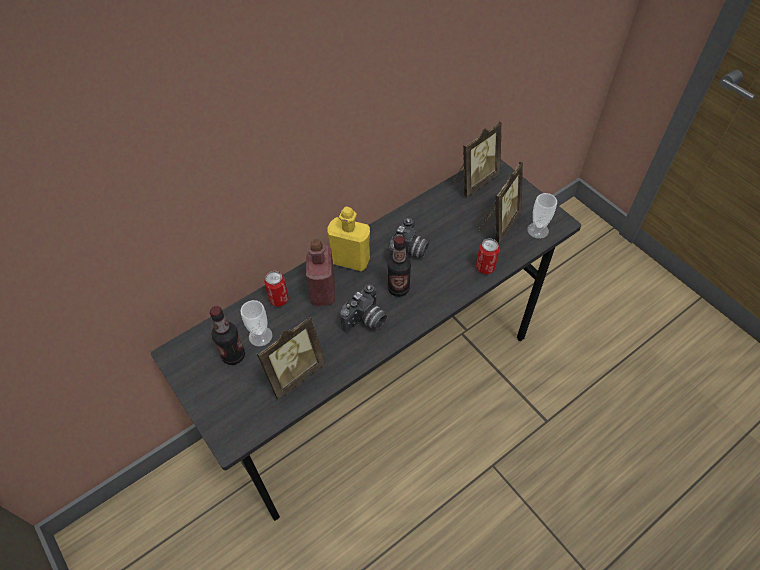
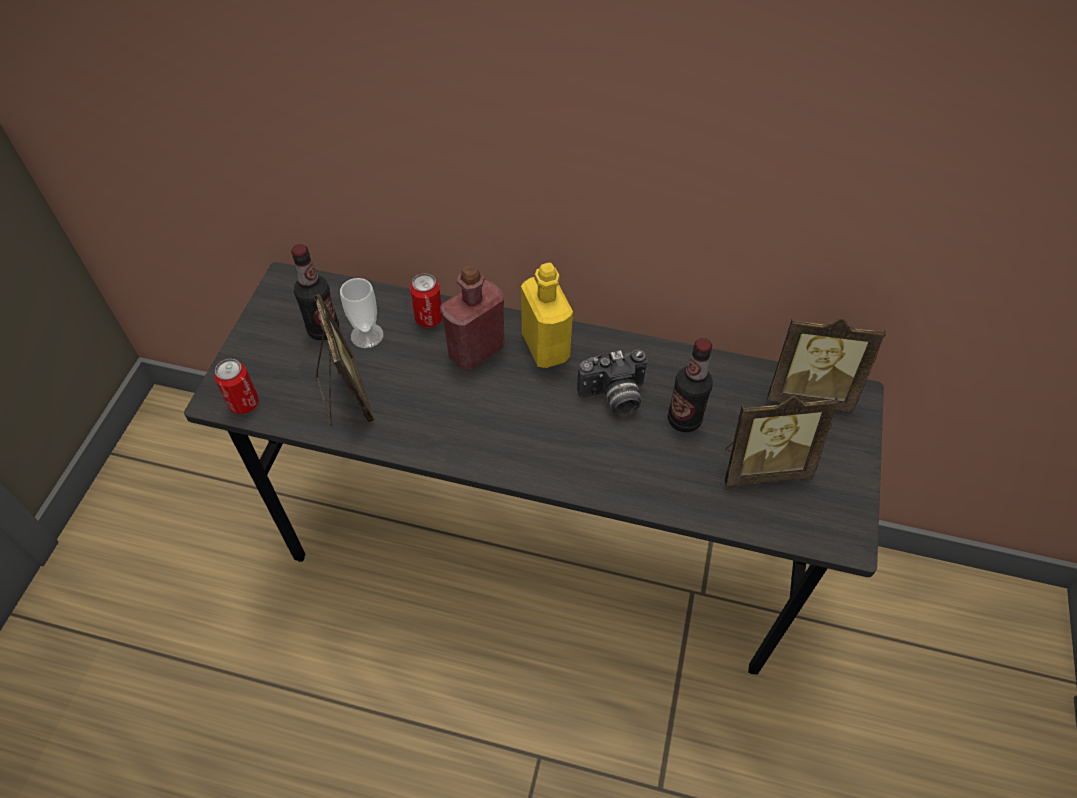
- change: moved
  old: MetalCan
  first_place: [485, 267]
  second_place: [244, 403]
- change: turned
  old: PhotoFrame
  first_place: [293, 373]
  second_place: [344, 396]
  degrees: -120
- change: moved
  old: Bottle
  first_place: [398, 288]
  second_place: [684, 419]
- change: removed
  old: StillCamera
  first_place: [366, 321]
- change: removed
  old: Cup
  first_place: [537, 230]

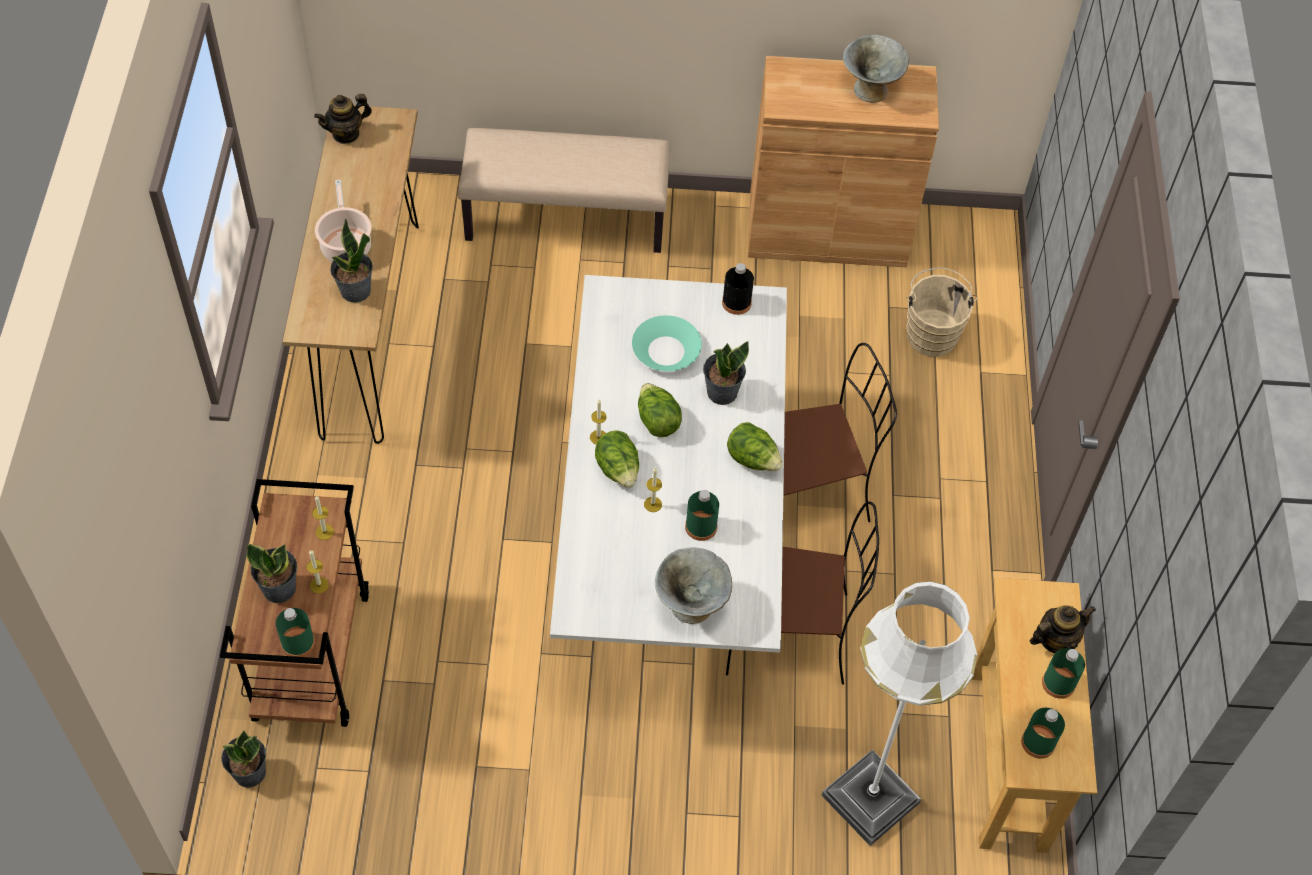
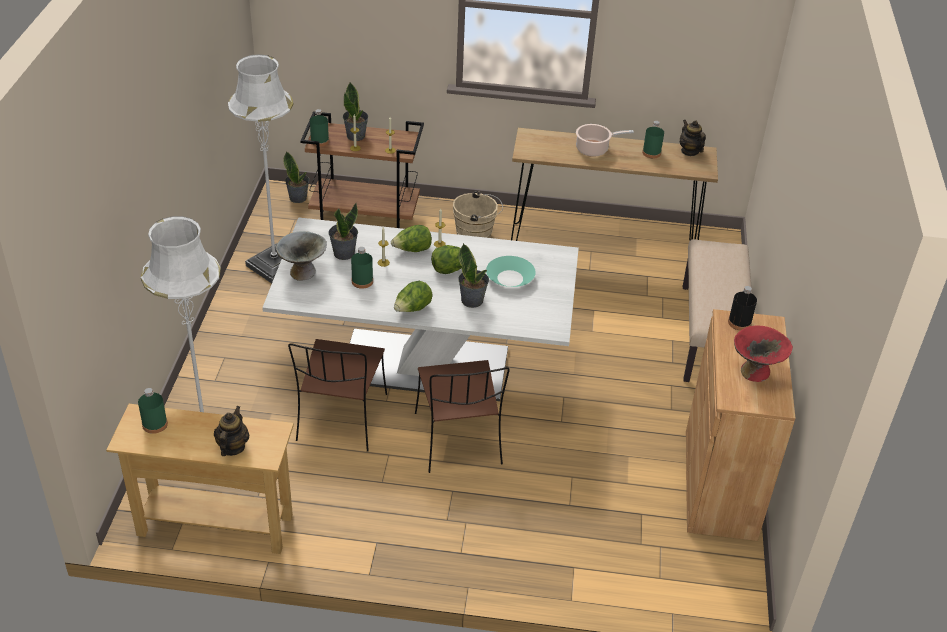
- change: turned
  old: TeaPot
  first_place: [1055, 640]
  second_place: [232, 447]
  degrees: -150
- change: added
  new: WhiteStandardLamp
  second_place: [275, 265]
- change: moved
  old: Houseplant
  first_place: [355, 291]
  second_place: [343, 253]
- change: moved
  old: BeigeBucket
  first_place: [931, 333]
  second_place: [476, 236]
- change: moved
  old: GreenishBottle
  first_place: [1058, 683]
  second_place: [651, 153]
- change: moved
  old: BlackishBottle
  first_place: [736, 303]
  second_place: [739, 322]
- change: recoloured
  old: GreyishDeepDish
  new: ReddishDeepDish
  first_place: [870, 90]
  second_place: [755, 372]

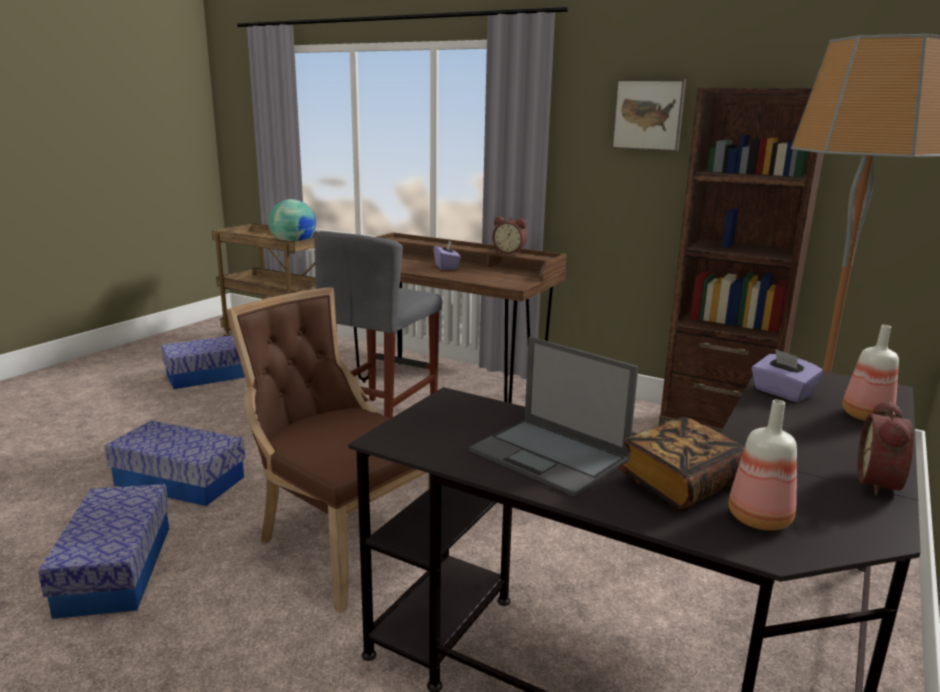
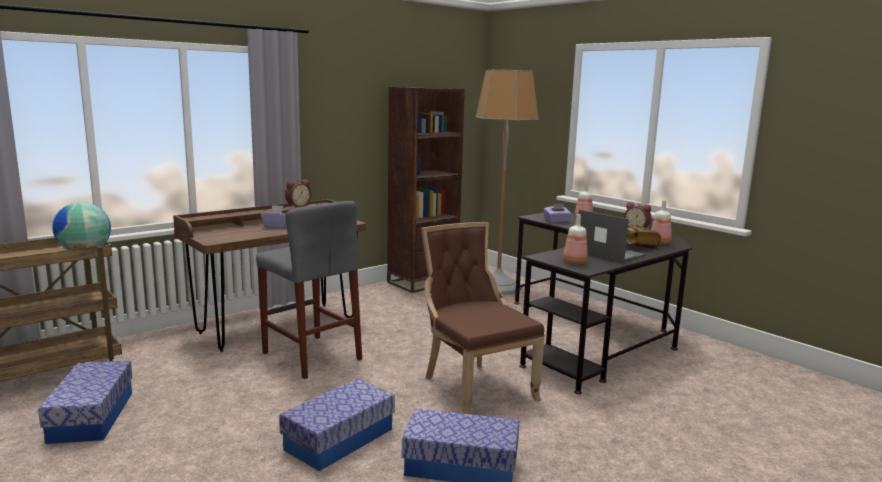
- change: turned
  old: BrownUprightChair
  first_place: [341, 544]
  second_place: [474, 388]
  degrees: 90
- change: added
  new: Bottle
  second_place: [574, 262]
- change: turned
  old: NotebookComputer
  first_place: [550, 456]
  second_place: [609, 253]
  degrees: -105
- change: removed
  old: WallArt
  first_place: [648, 115]

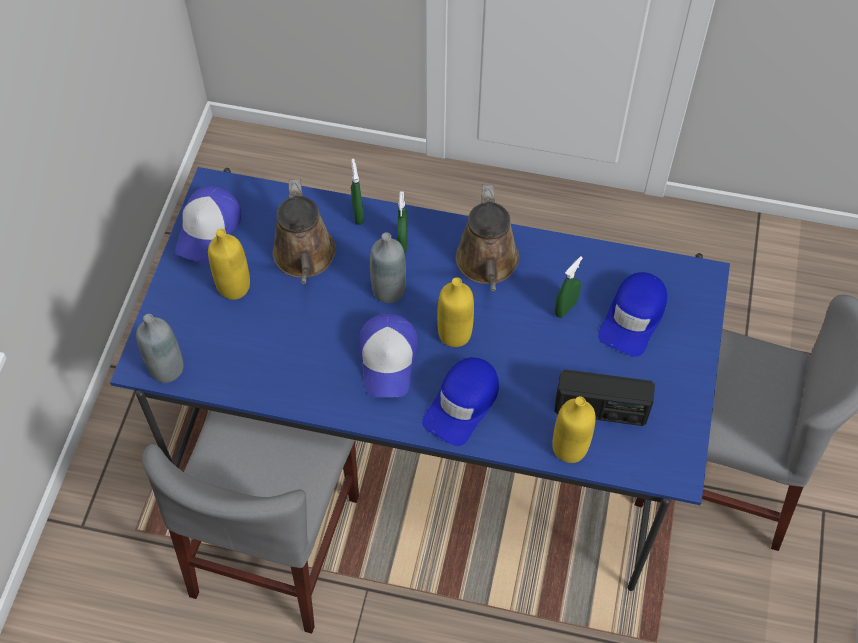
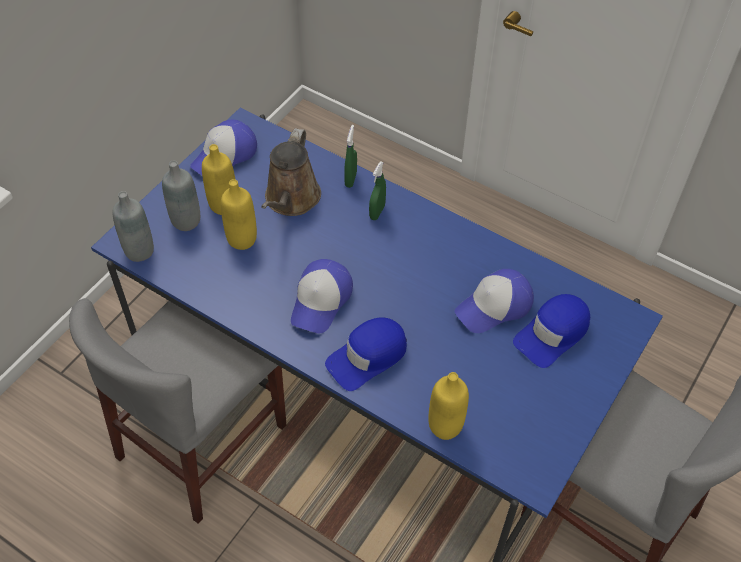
- change: moved
  old: GreyishBottle
  first_place: [389, 290]
  second_place: [186, 221]
- change: moved
  old: YellowBottle
  first_place: [454, 334]
  second_place: [242, 239]
- change: replaced
  old: GreenishSprayer
  new: PeakedCap
  first_place: [565, 308]
  second_place: [494, 307]
- change: removed
  old: BrownWateringCan
  first_place: [487, 264]
- change: removed
  old: RadioReceiver
  first_place: [600, 410]

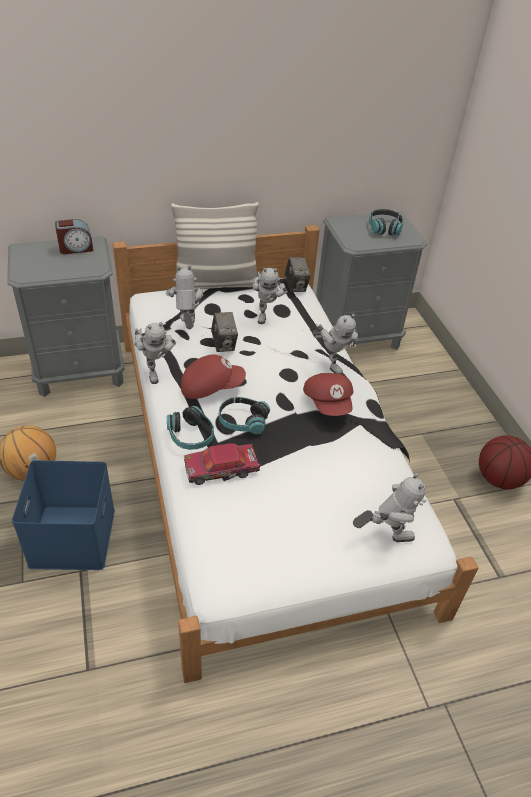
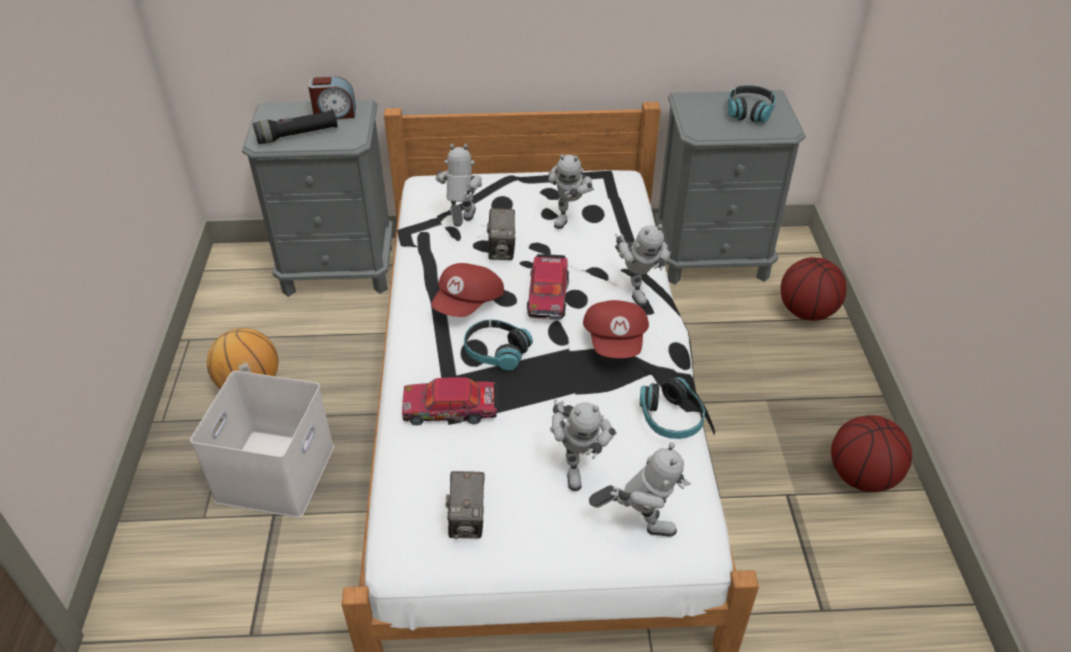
- change: recoloured
  old: BlueColouredStorageBin
  new: WhiteStorageBin
  first_place: [71, 536]
  second_place: [274, 471]
- change: added
  new: BlackishHandTorch
  second_place: [297, 135]
- change: turned
  old: ReddishPeakedCap
  first_place: [211, 387]
  second_place: [469, 304]
  degrees: 120
- change: moved
  old: StillCamera
  first_place: [296, 286]
  second_place: [467, 521]
- change: added
  new: MiniatureCar
  second_place: [548, 294]
- change: moved
  old: RobotFigure
  first_place: [155, 371]
  second_place: [577, 464]
- change: moved
  old: Headphones
  first_place: [190, 435]
  second_place: [670, 418]
- change: added
  new: BasketballBall
  second_place: [806, 311]
- change: removed
  old: Cushion
  first_place: [216, 285]

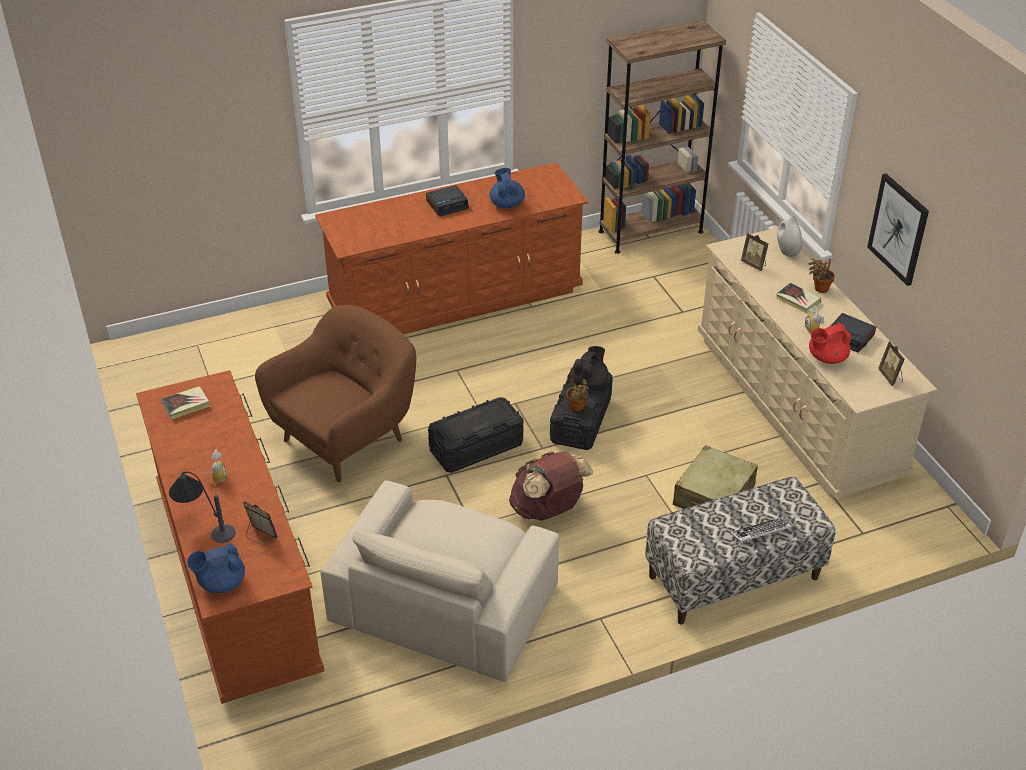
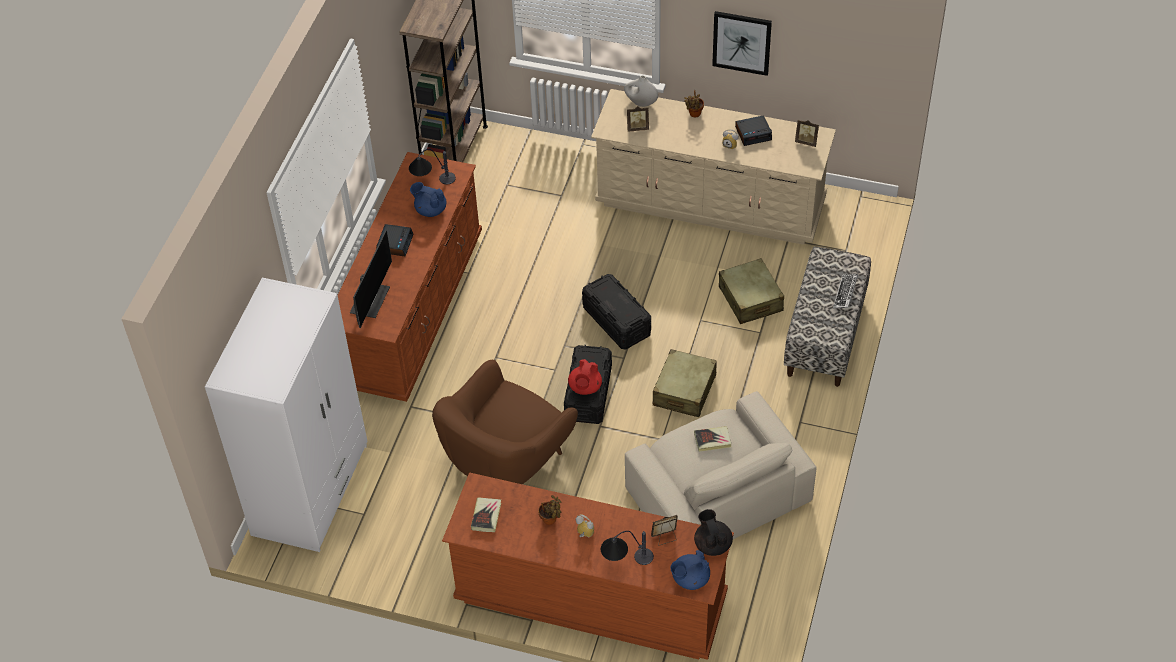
- change: added
  new: WhiteClothesCupboard
  second_place: [311, 490]
- change: added
  new: ComputerDisplay
  second_place: [370, 300]
- change: added
  new: LampForATable
  second_place: [432, 184]
- change: turned
  old: BrownLoungeChair
  first_place: [346, 438]
  second_place: [507, 462]
  degrees: -135
- change: moved
  old: Houseplant
  first_place: [577, 408]
  second_place: [551, 520]
- change: moved
  old: ReddishTeaPot
  first_place: [826, 358]
  second_place: [585, 387]
- change: replaced
  old: BrownKnapsack
  new: BeigeTravelCase
  first_place: [548, 509]
  second_place: [684, 391]
- change: turned
  old: BlueColouredTeaPot
  first_place: [221, 583]
  second_place: [690, 579]
  degrees: 45
- change: moved
  old: Book
  first_place: [797, 301]
  second_place: [712, 440]
- change: moved
  old: BlackishTeaPot
  first_place: [589, 382]
  second_place: [712, 544]

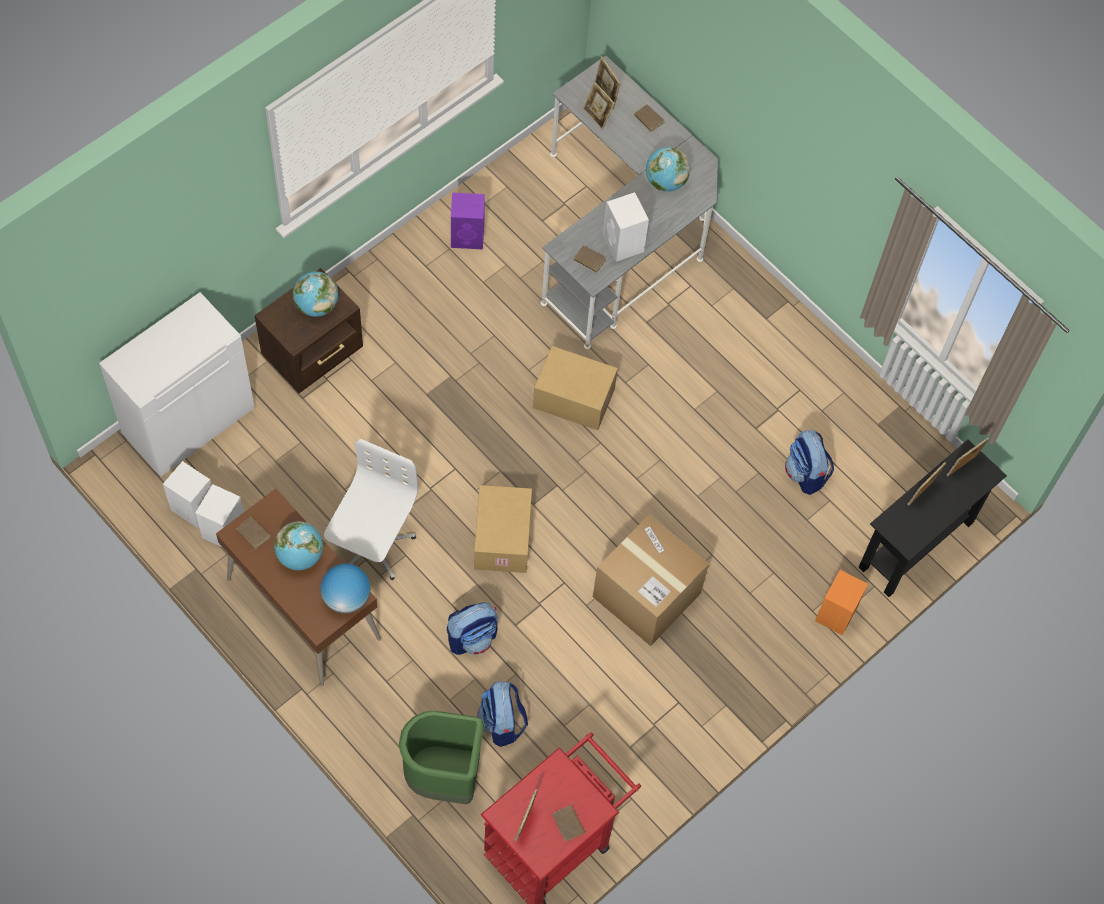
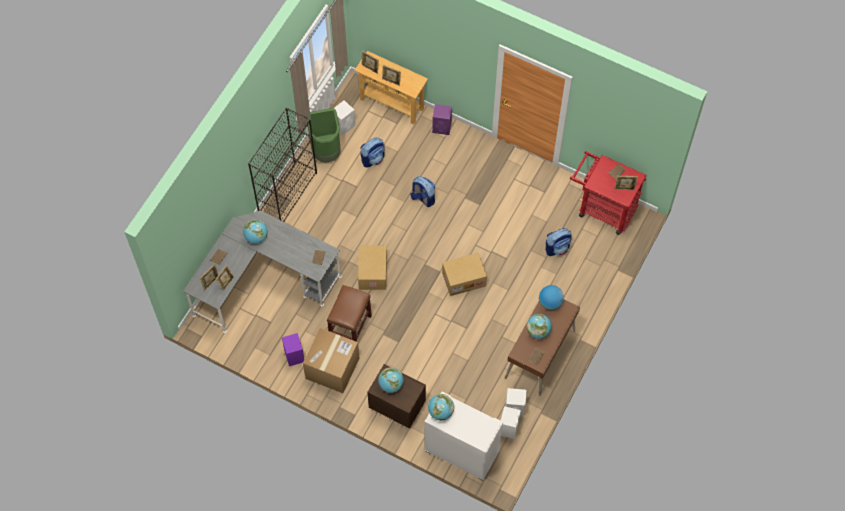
- change: added
  new: BlackishBookcase
  second_place: [288, 194]
- change: moved
  old: PackingBox
  first_place: [646, 595]
  second_place: [332, 368]
- change: moved
  old: GreenishTrashCan
  first_place: [443, 778]
  second_place: [326, 151]
- change: added
  new: BrownStoolSeat
  second_place: [350, 328]
- change: moved
  old: WhiteAudioSpeaker
  first_place: [623, 244]
  second_place: [344, 125]
- change: recoloured
  old: BlackishNarrowTable
  new: BeigeNarrowTable
  first_place: [916, 545]
  second_place: [392, 104]
- change: moved
  old: Knapsack
  first_place: [472, 637]
  second_place: [423, 198]
- change: added
  new: WorldGlobe
  second_place: [440, 412]
- change: recoloured
  old: OrangeAudioSpeaker
  new: PurplishAudioSpeaker
  first_place: [835, 615]
  second_place: [442, 127]
- change: removed
  old: WhiteDeskChair
  first_place: [372, 545]

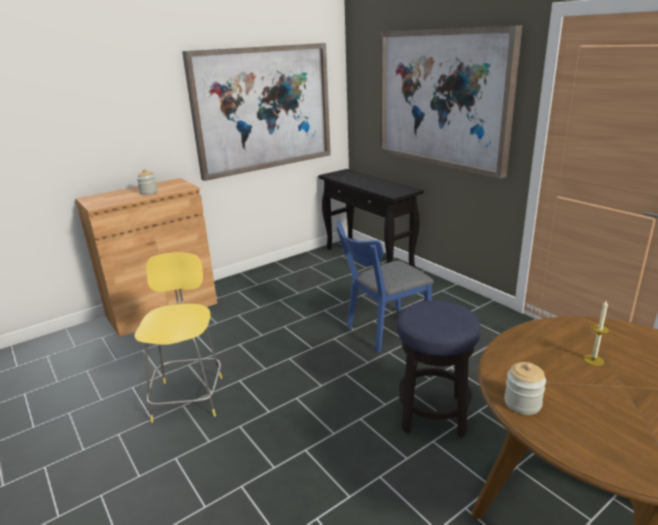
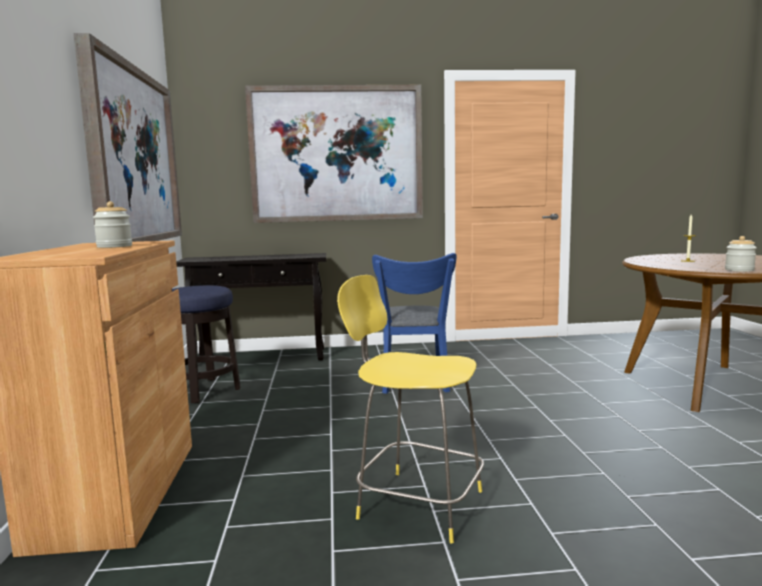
- change: moved
  old: StoolSeat
  first_place: [433, 414]
  second_place: [203, 391]

